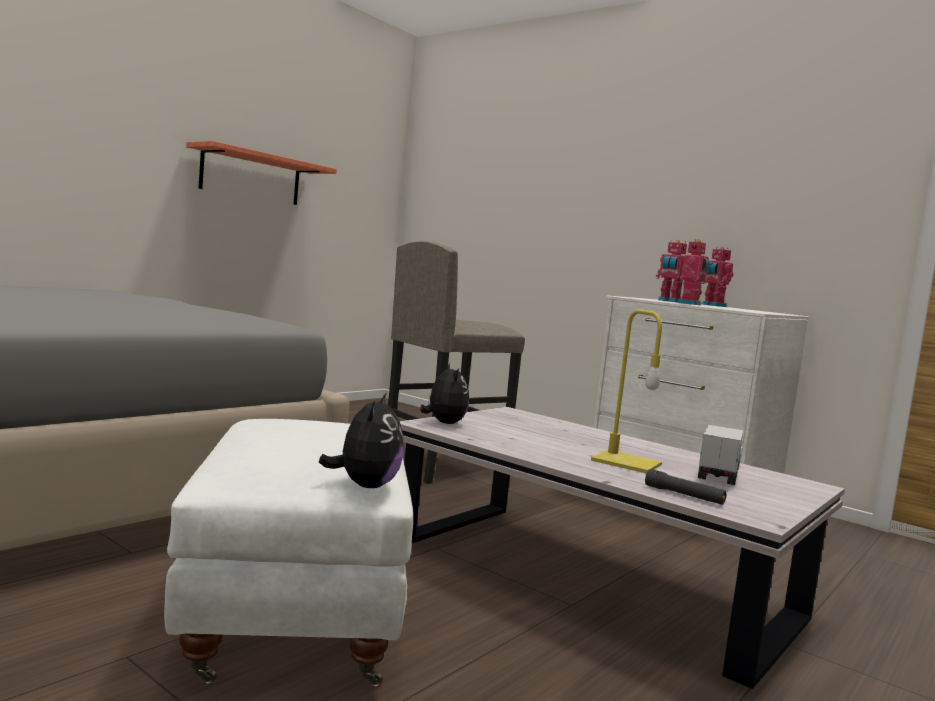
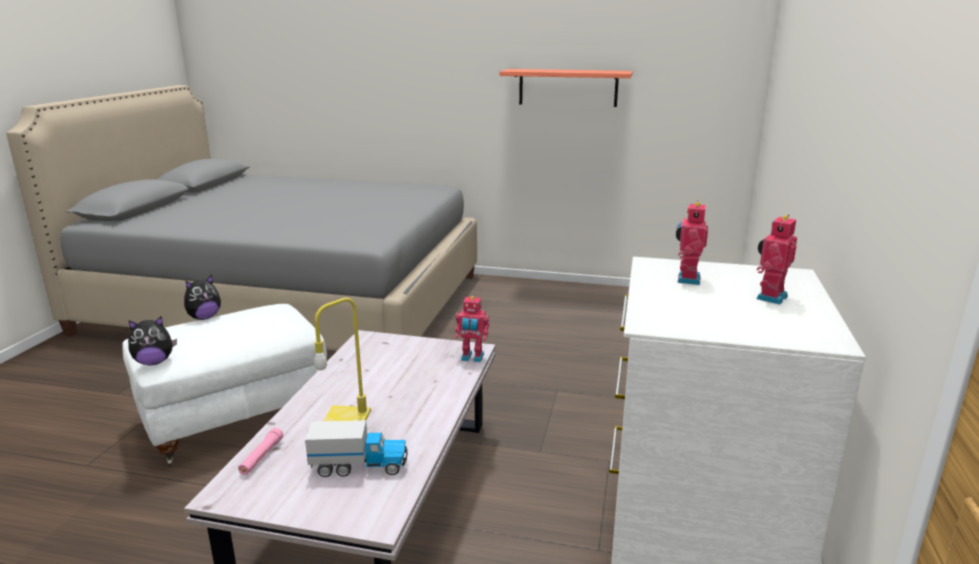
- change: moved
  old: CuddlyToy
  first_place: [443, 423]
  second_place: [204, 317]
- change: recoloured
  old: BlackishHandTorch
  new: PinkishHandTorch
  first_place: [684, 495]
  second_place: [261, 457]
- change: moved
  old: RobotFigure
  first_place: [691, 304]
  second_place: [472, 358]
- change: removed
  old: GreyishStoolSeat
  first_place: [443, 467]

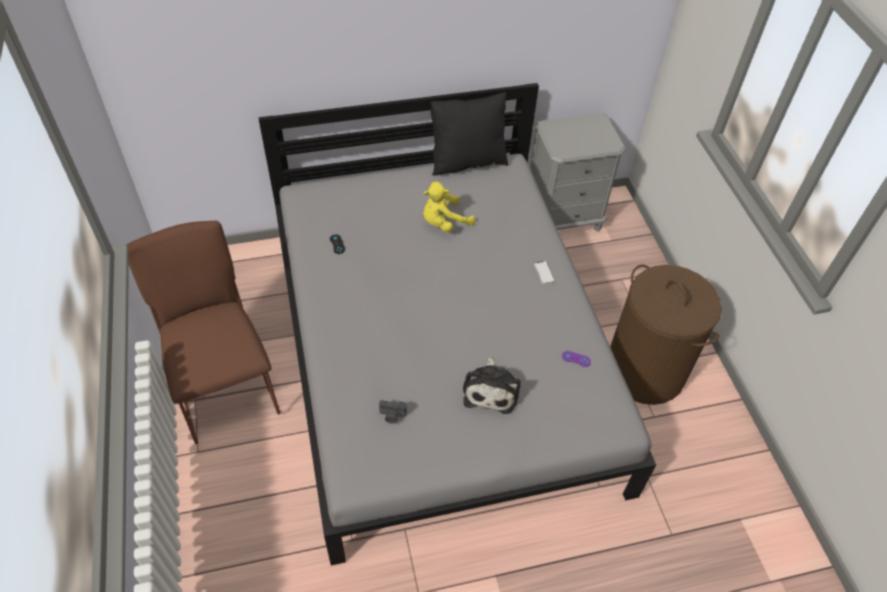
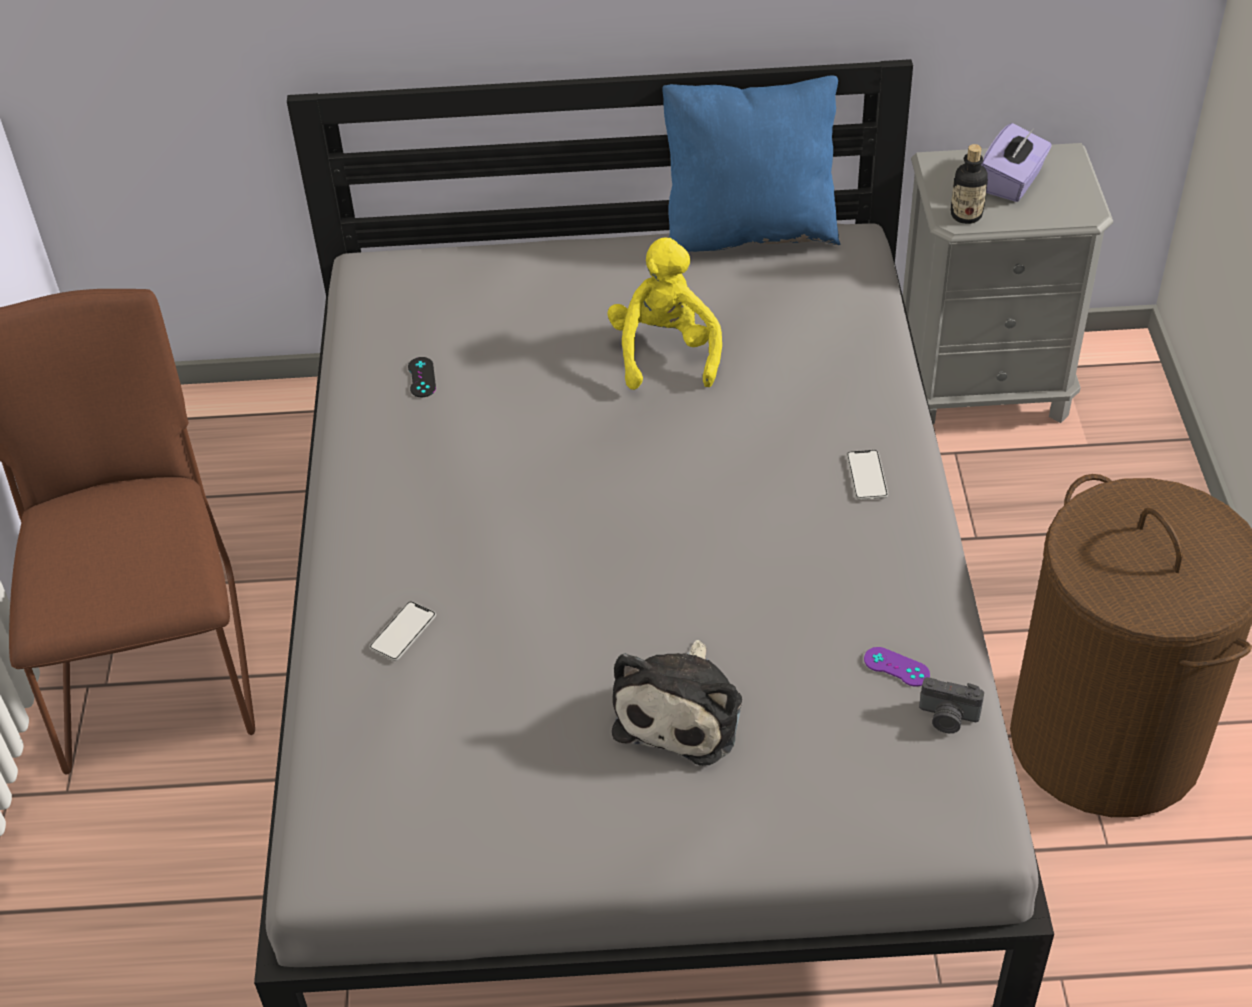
- change: added
  new: Phone
  second_place: [403, 632]
- change: turned
  old: YellowCuddlyToy
  first_place: [444, 223]
  second_place: [665, 352]
  degrees: 105
- change: recoloured
  old: BlackishCushion
  new: BlueColouredCushion
  first_place: [467, 161]
  second_place: [749, 230]
- change: moved
  old: StillCamera
  first_place: [392, 416]
  second_place: [947, 718]
- change: added
  new: Bottle
  second_place: [966, 215]
- change: added
  new: PurplishTissueHolder
  second_place: [1012, 182]

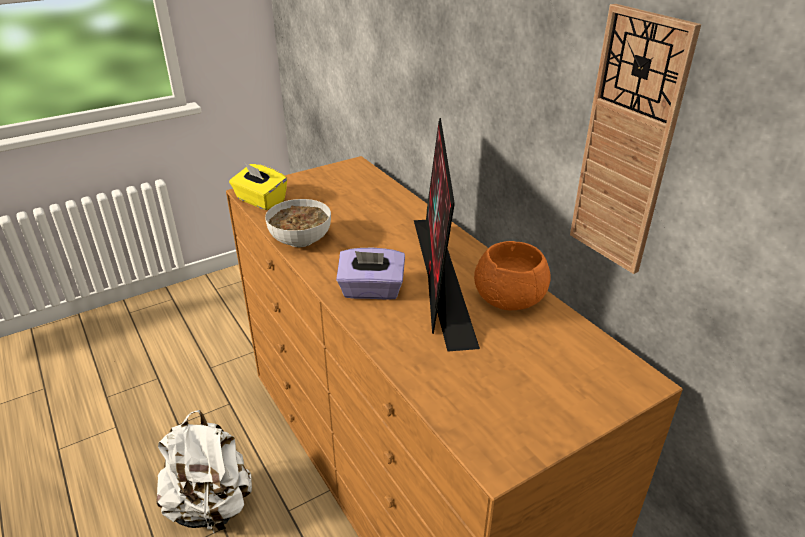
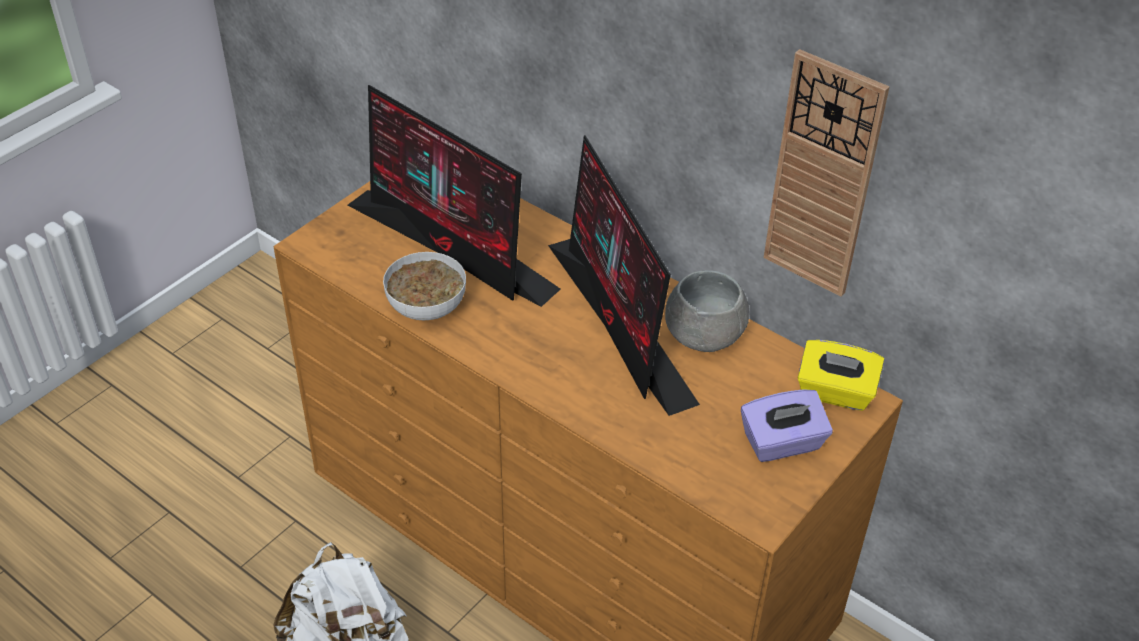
- change: added
  new: ComputerDisplay
  second_place: [453, 248]
- change: recoloured
  old: OrangeDeepDish
  new: GreyishDeepDish
  first_place: [508, 297]
  second_place: [703, 333]
- change: moved
  old: PurplishTissueHolder
  first_place: [371, 291]
  second_place: [782, 443]
- change: moved
  old: YellowTissueHolder
  first_place: [260, 200]
  second_place: [835, 392]

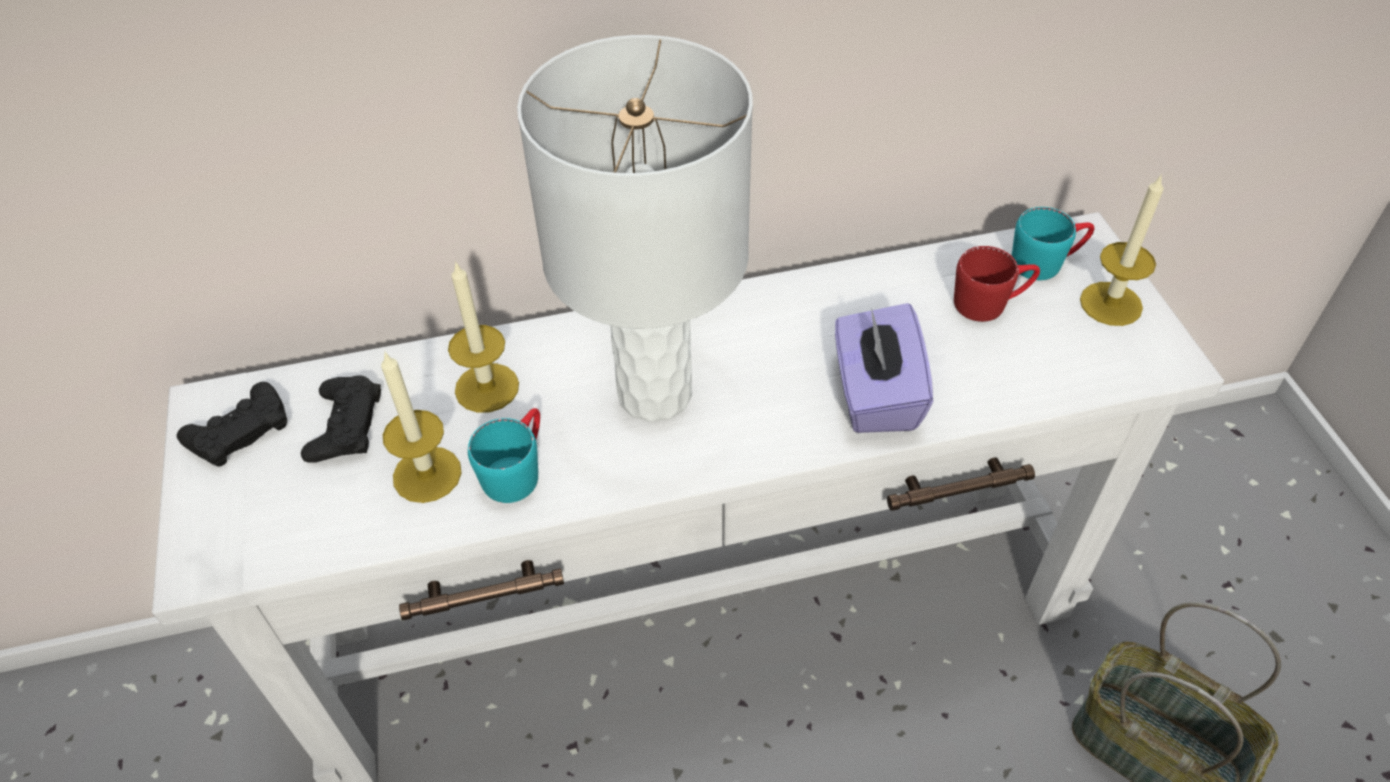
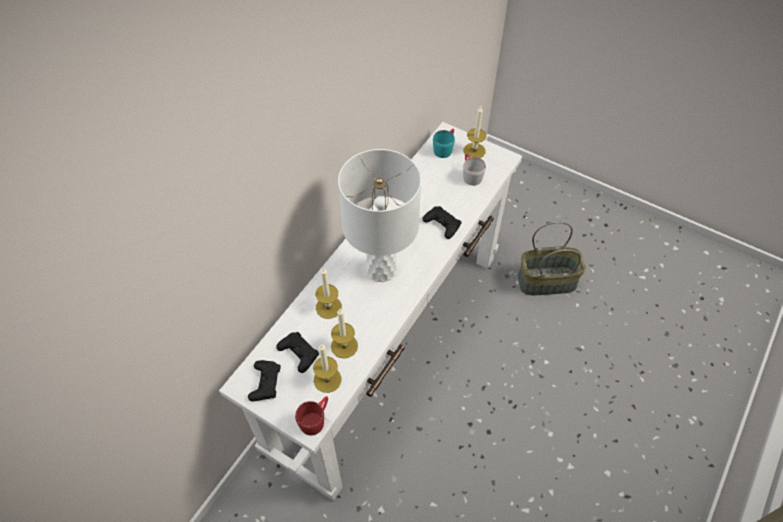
- change: moved
  old: ReddishCoffeeMug
  first_place: [991, 302]
  second_place: [315, 419]
- change: added
  new: WaxCandle
  second_place: [327, 379]
- change: replaced
  old: PurplishTissueHolder
  new: BlackishGamepad
  first_place: [875, 395]
  second_place: [442, 224]
- change: added
  new: GreyishCoffeeMug
  second_place: [470, 175]
- change: removed
  old: TurquoiseCoffeeMug
  first_place: [517, 469]

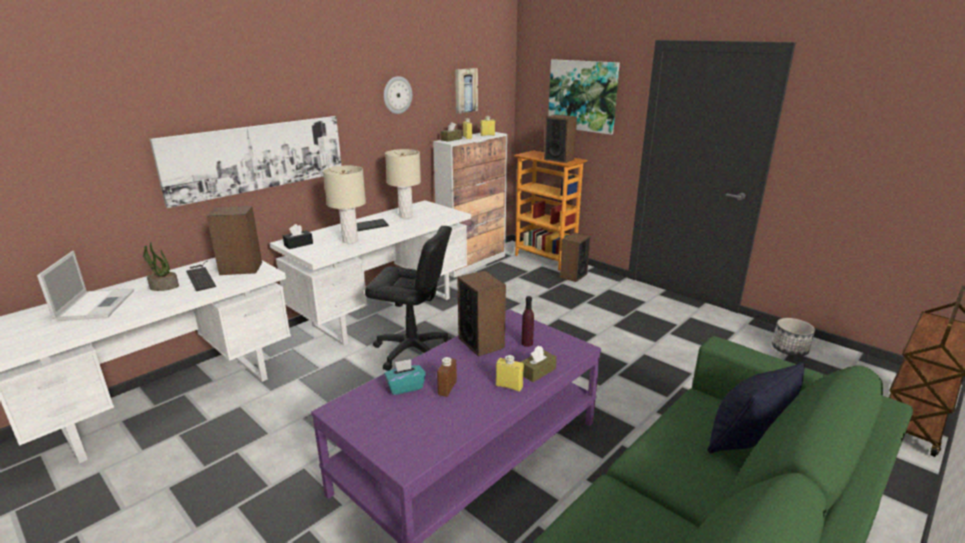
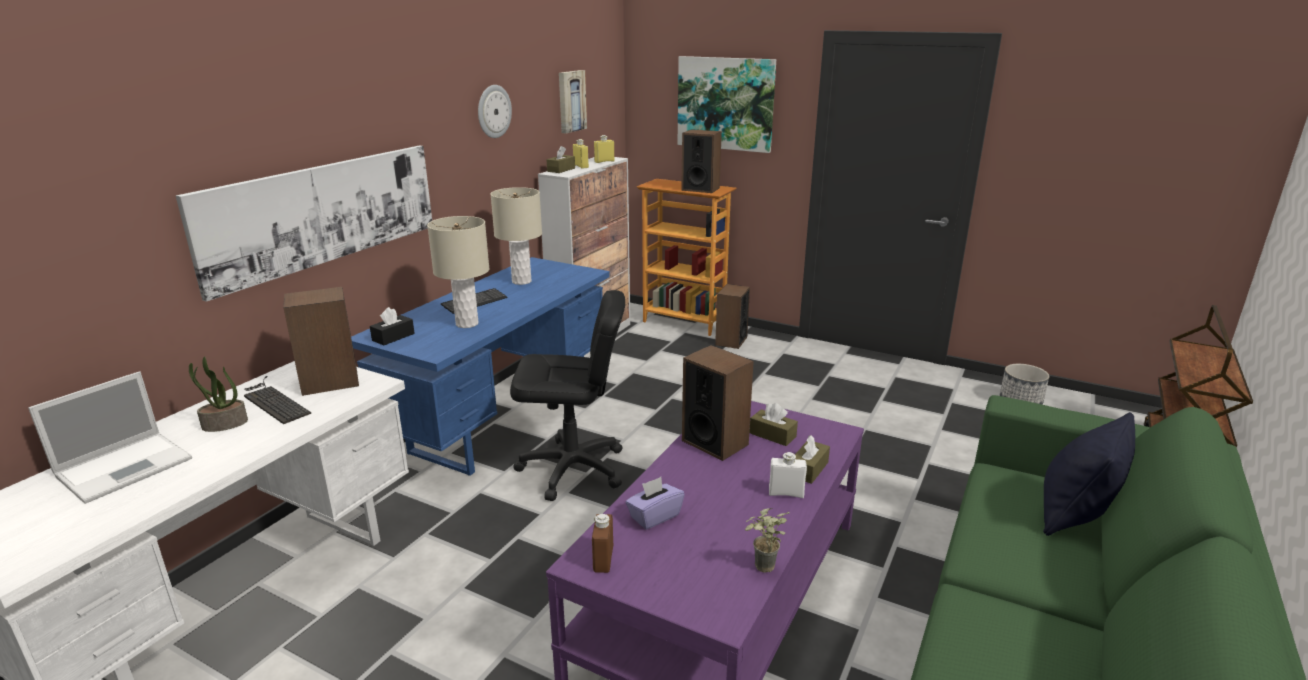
- change: turned
  old: NotebookComputer
  first_place: [96, 304]
  second_place: [127, 466]
  degrees: 60
- change: recoloured
  old: WhiteDeskUnit
  new: BlueColouredDeskUnit
  first_place: [384, 311]
  second_place: [503, 418]
- change: moved
  old: BrownBottle
  first_place: [447, 388]
  second_place: [603, 559]
- change: recoloured
  old: TurquoiseTissueHolder
  new: PurplishTissueHolder
  first_place: [405, 387]
  second_place: [654, 516]
- change: added
  new: Houseplant
  second_place: [761, 570]
- change: replaced
  old: PurplishBottle
  new: BrownTissueHolder
  first_place: [527, 343]
  second_place: [772, 435]
- change: recoloured
  old: YellowBottle
  new: WhiteBottle
  first_place: [509, 386]
  second_place: [786, 493]

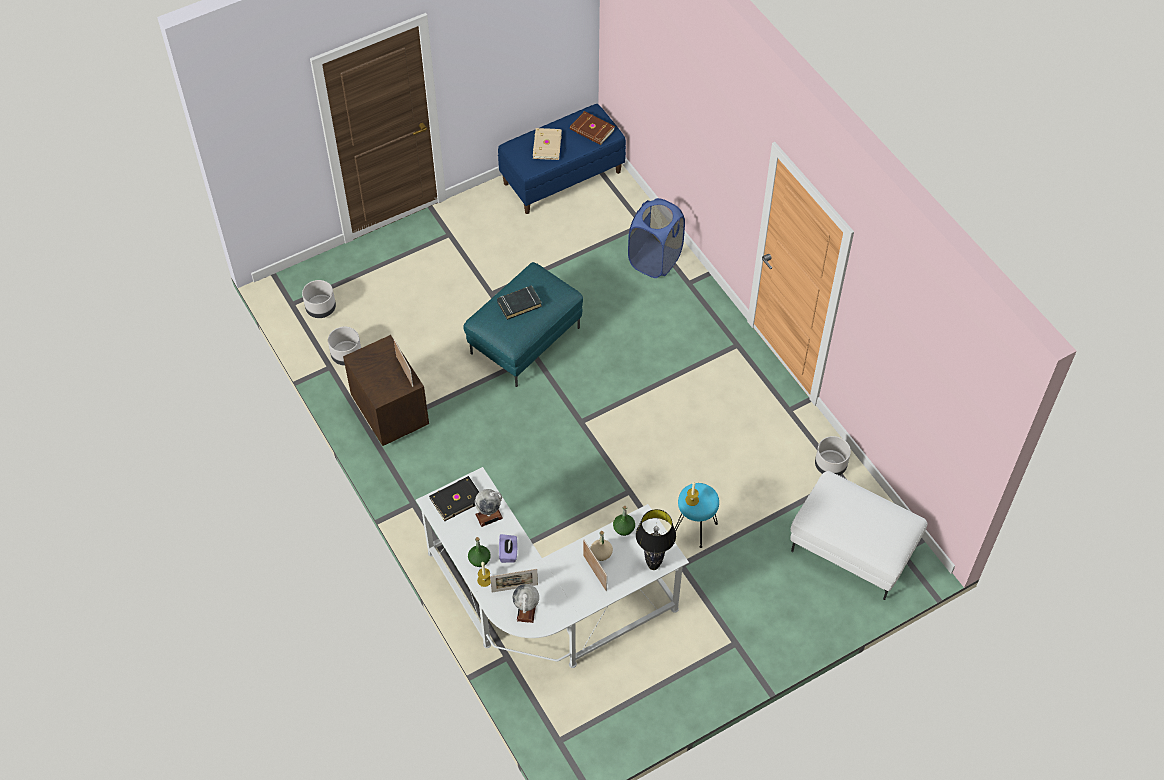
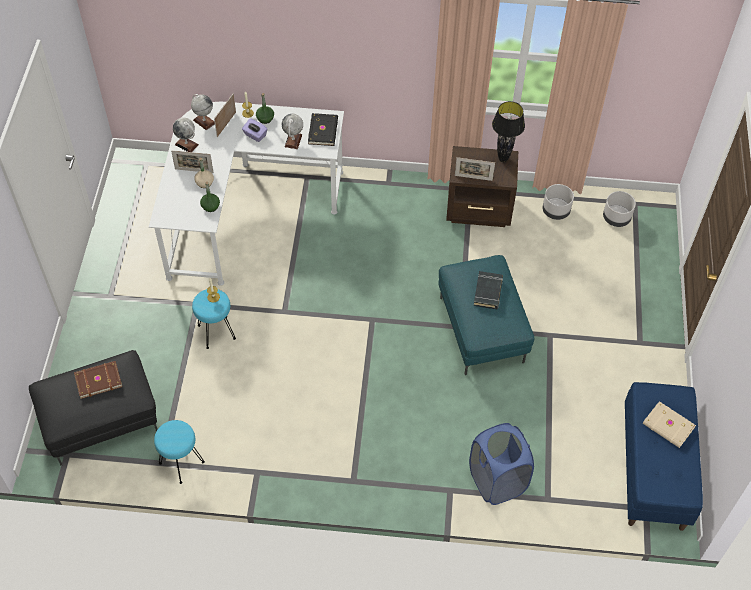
- change: recoloured
  old: WhiteOttoman
  new: BlackishOttoman
  first_place: [851, 550]
  second_place: [101, 420]
- change: moved
  old: BrownBook
  first_place: [592, 130]
  second_place: [98, 380]
- change: replaced
  old: GreyishPlantPot
  new: TurquoiseStoolSeat
  first_place: [830, 465]
  second_place: [181, 463]
- change: added
  new: WorldGlobe
  second_place: [186, 144]
- change: moved
  old: BlackishLampForATable
  first_place: [653, 565]
  second_place: [503, 159]

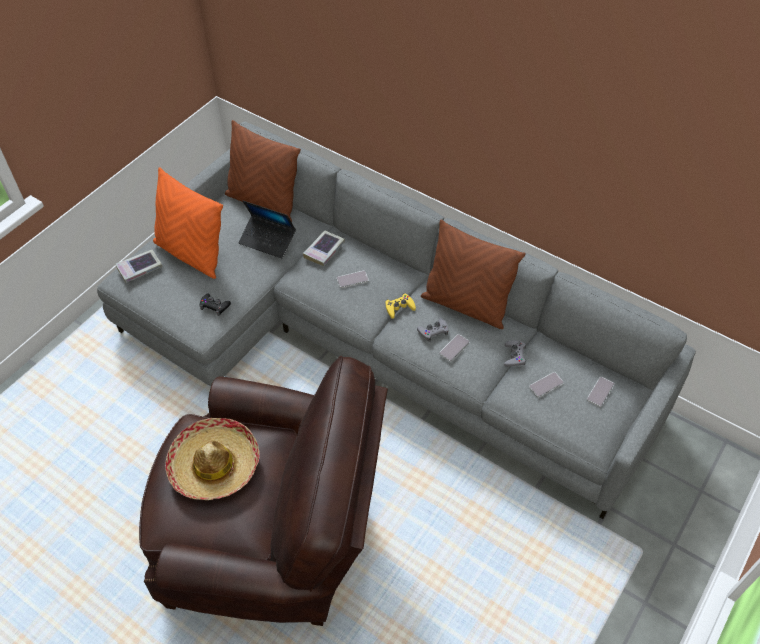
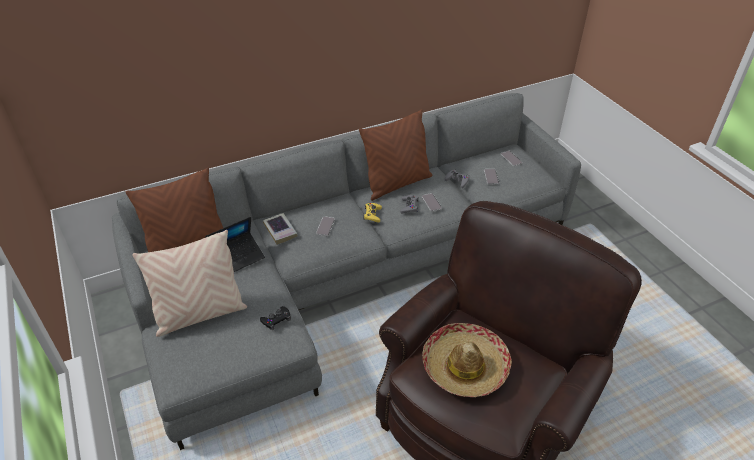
- change: recoloured
  old: OrangeCushion
  new: BeigeCushion
  first_place: [192, 254]
  second_place: [200, 314]
- change: removed
  old: Book
  first_place: [140, 268]

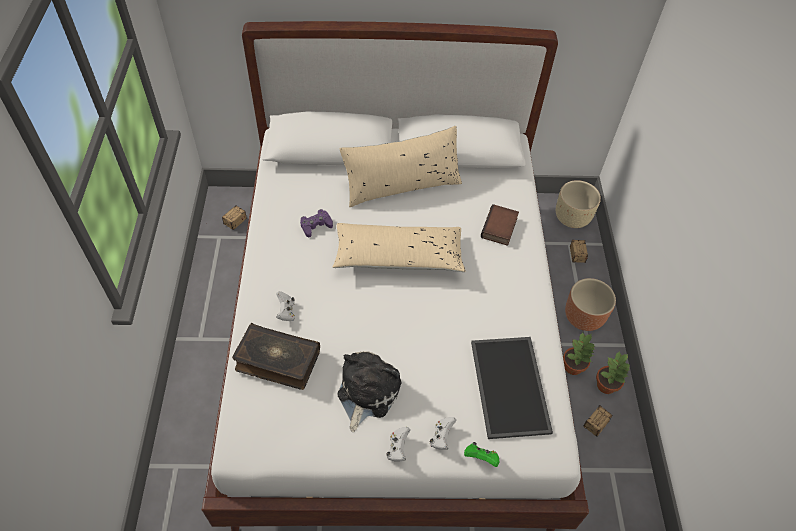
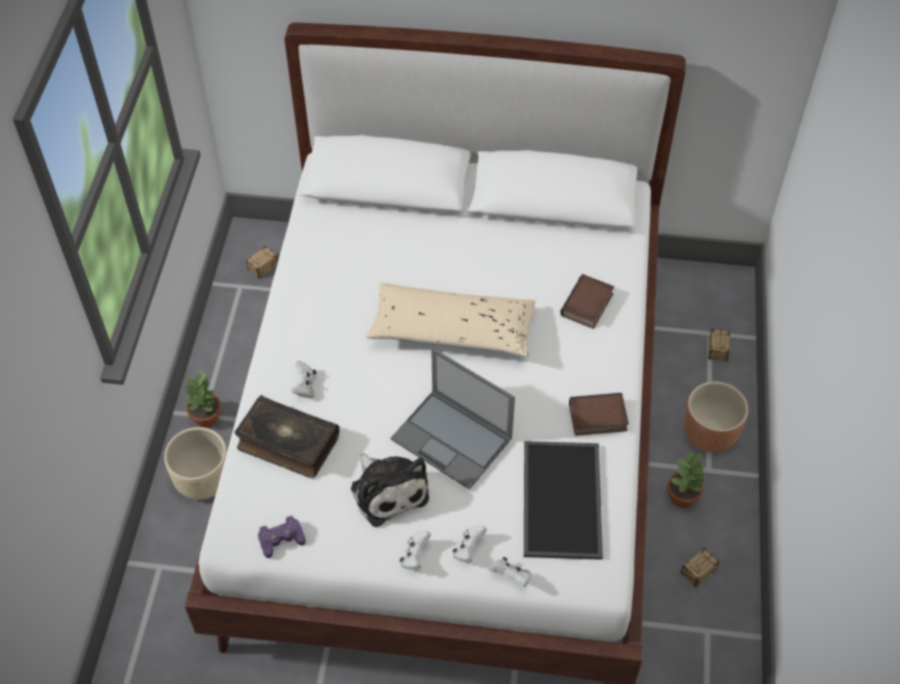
- change: moved
  old: BeigePlantPot
  first_place: [572, 217]
  second_place: [204, 480]
- change: moved
  old: Houseplant
  first_place: [606, 385]
  second_place: [207, 417]
- change: moved
  old: PurplishGamepad
  first_place: [316, 225]
  second_place: [281, 539]
- change: turned
  old: CuddlyToy
  first_place: [366, 392]
  second_place: [388, 490]
  degrees: 120
- change: added
  new: NotebookComputer
  second_place: [453, 439]
- change: recoloured
  old: GreenishGamepad
  new: WhiteGamepad
  first_place: [481, 458]
  second_place: [511, 577]
- change: added
  new: Book
  second_place: [597, 419]
- change: removed
  old: BeigeCushion
  first_place: [401, 185]

